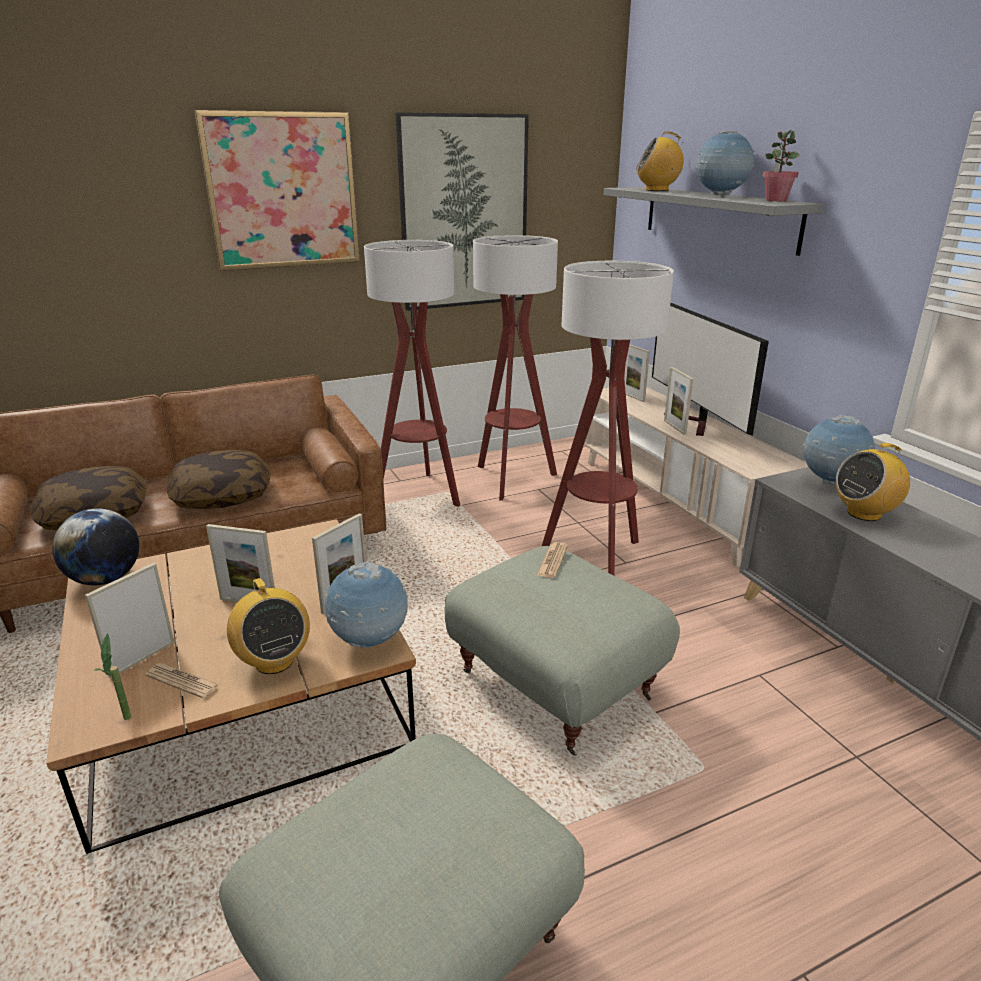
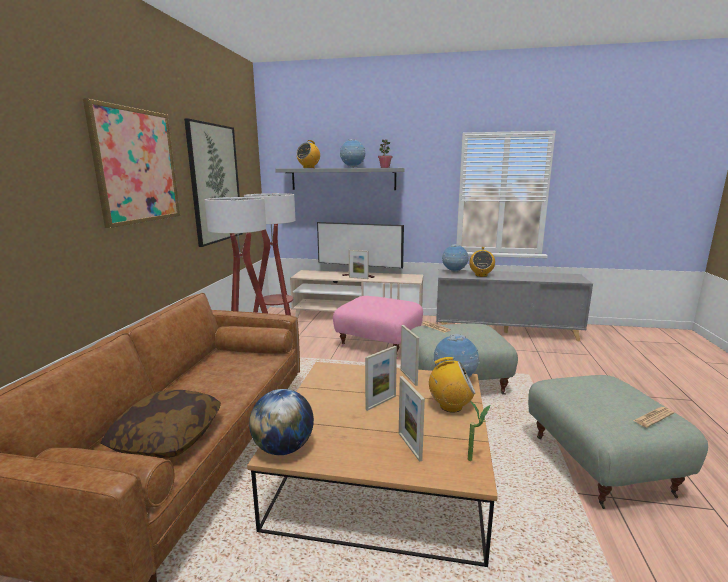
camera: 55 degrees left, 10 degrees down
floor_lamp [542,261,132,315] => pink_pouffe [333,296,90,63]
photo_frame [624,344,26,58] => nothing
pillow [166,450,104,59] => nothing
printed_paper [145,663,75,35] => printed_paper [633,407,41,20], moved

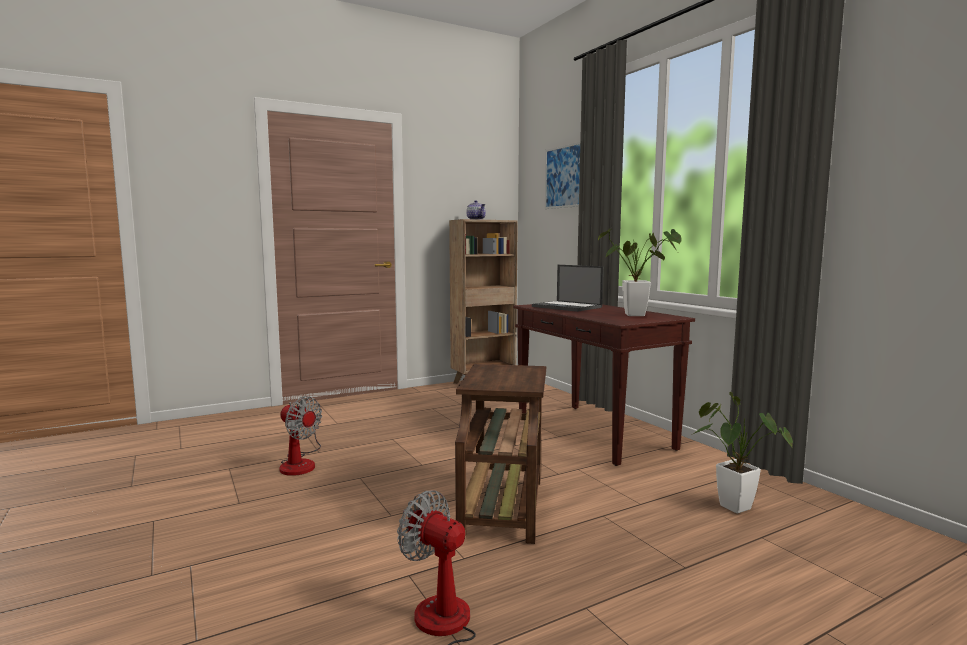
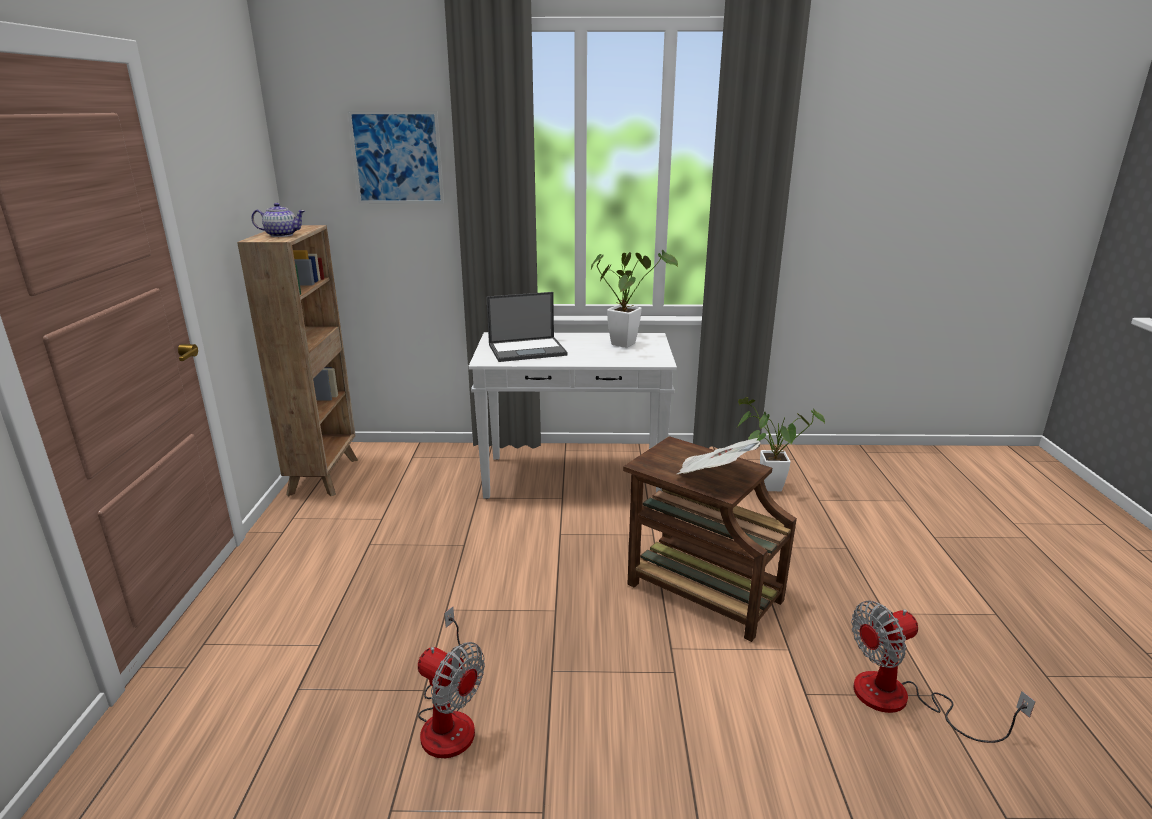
camera: 60 degrees left, 15 degrees up
brown_console_table [513,304,182,162] => whitish_console_table [468,332,209,167]
fan [279,396,43,80] => fan [418,606,67,152], 60 degrees clockwise
nothing => printed_paper [676,438,84,37]

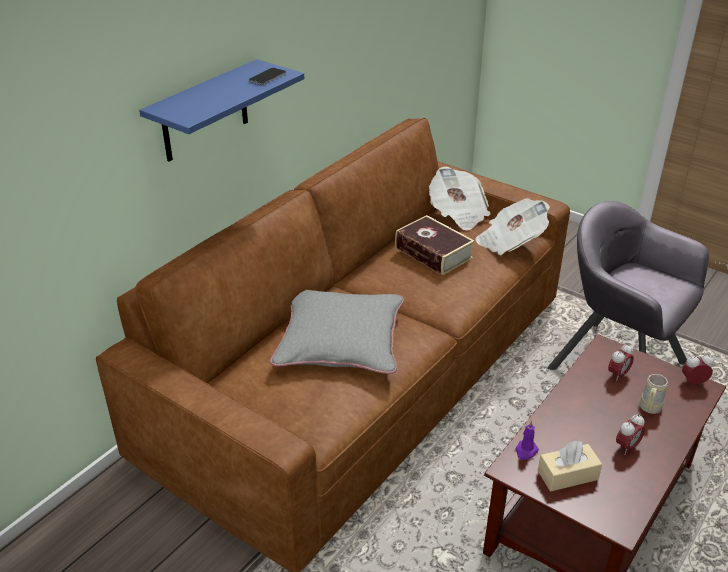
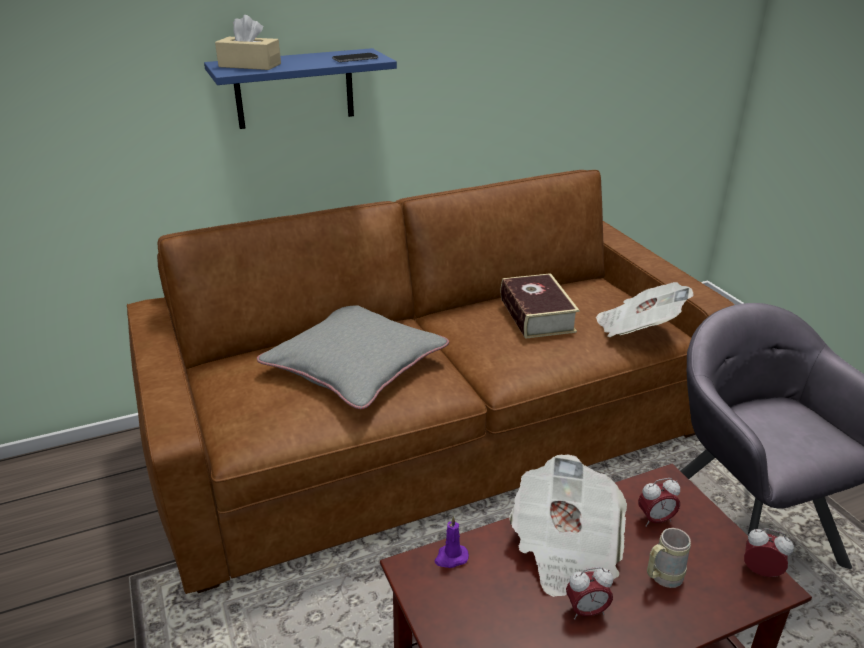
camera: 30 degrees right, 5 degrees down
printed_paper [429,167,61,64] => printed_paper [509,454,118,143], moved
sand-coloured_box_of_tissues [538,441,64,50] => sand-coloured_box_of_tissues [215,15,66,55], moved

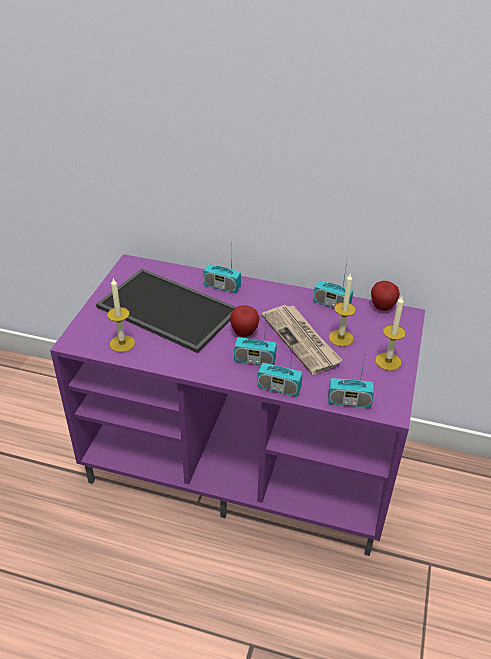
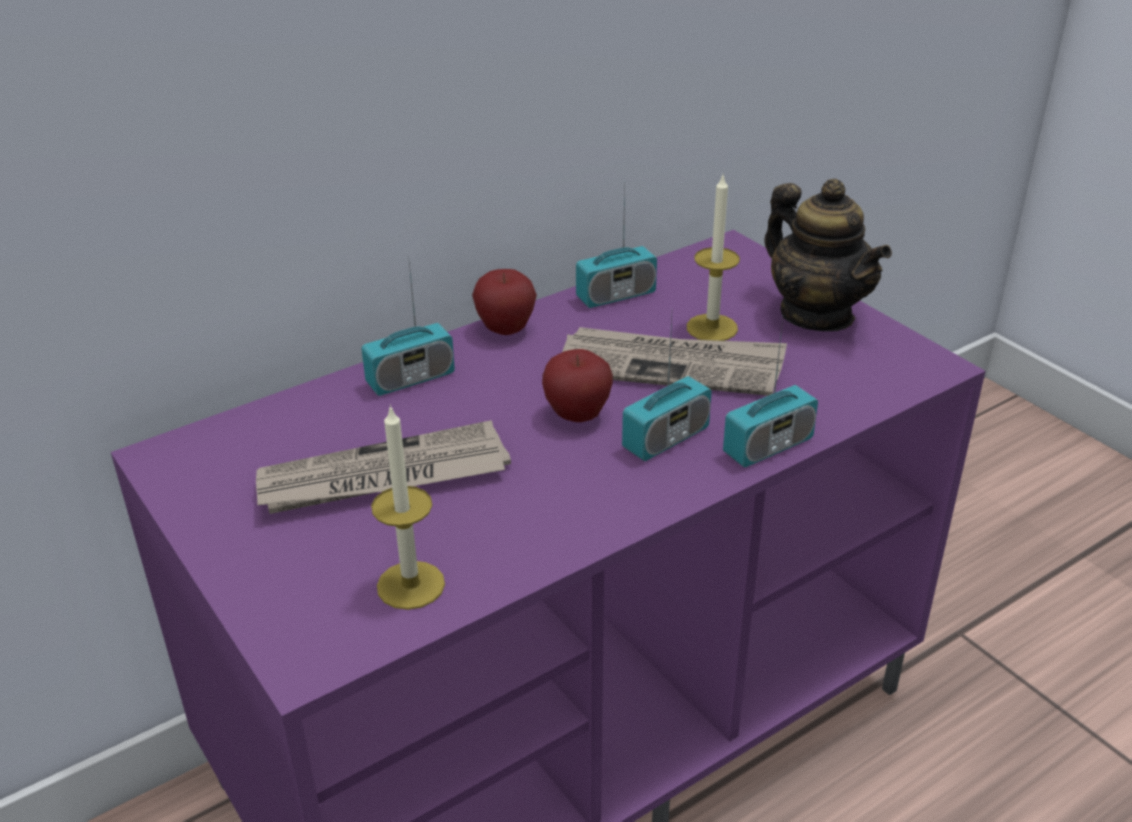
camera: 50 degrees left, 5 degrees down
carrying_tray [96,269,140,84] => printed_paper [256,420,255,94]
whole_apple [371,281,29,30] => whole_apple [472,269,65,66], moved
candle [375,296,31,75] => pot_for_tea [765,179,127,152]
radio [328,352,46,56] => nothing

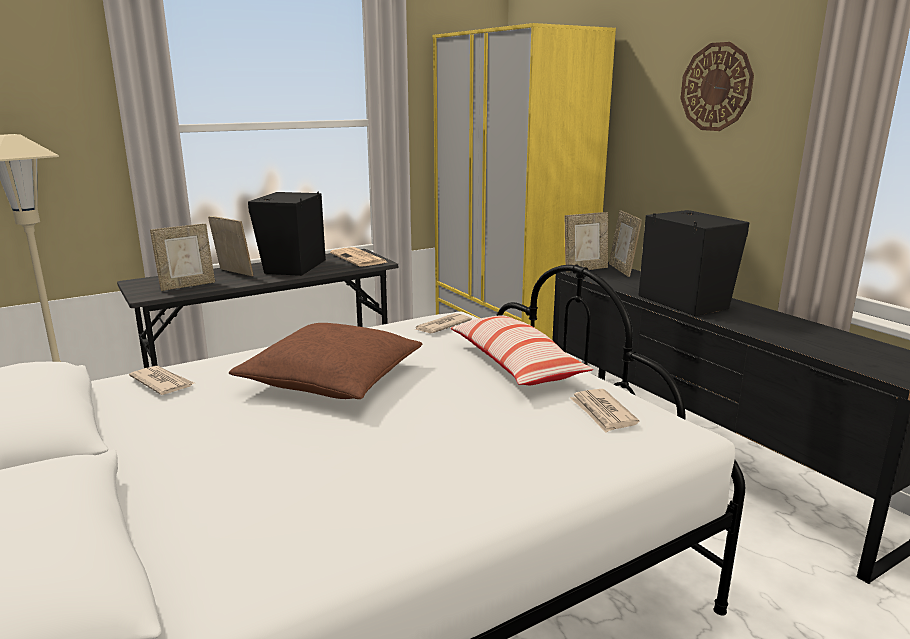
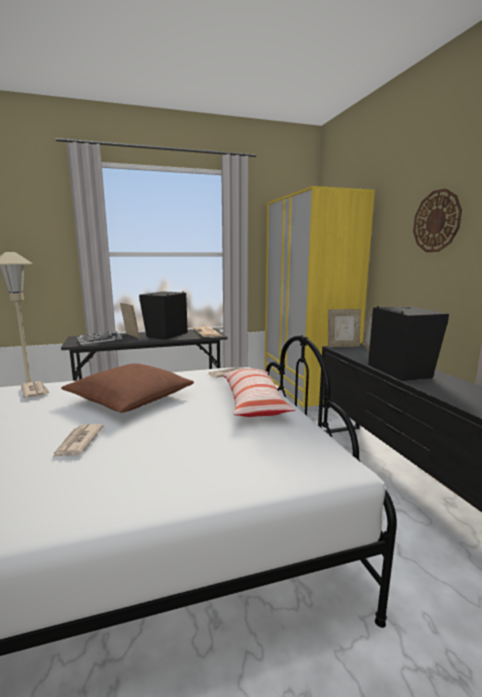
camera: 15 degrees right, 5 degrees down
photo_frame [150,224,65,67] => keyboard [76,331,46,14]
printed_paper [570,389,69,44] => printed_paper [52,424,52,34], moved

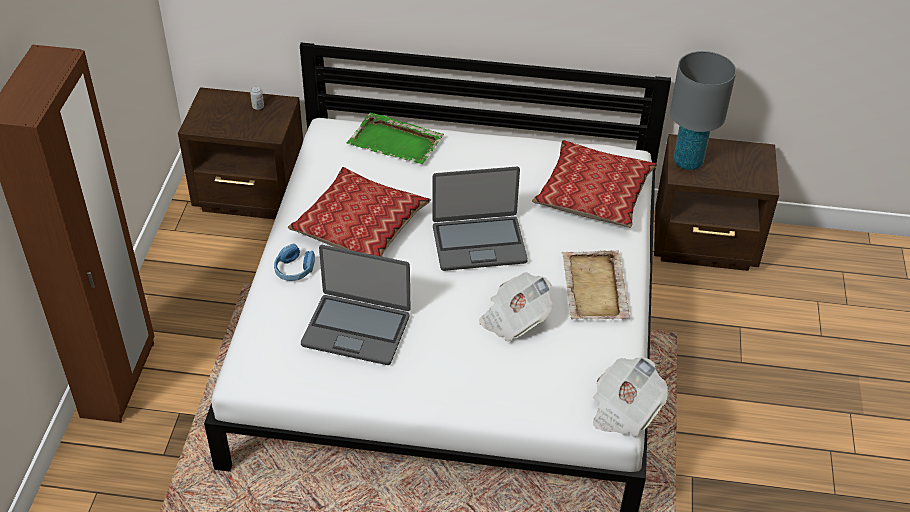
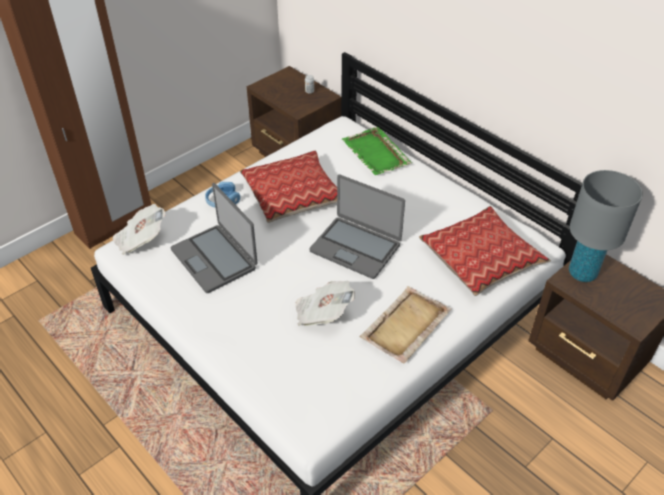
camera: 40 degrees right, 0 degrees up
printed_paper [593,357,75,80] => printed_paper [113,204,52,51], moved

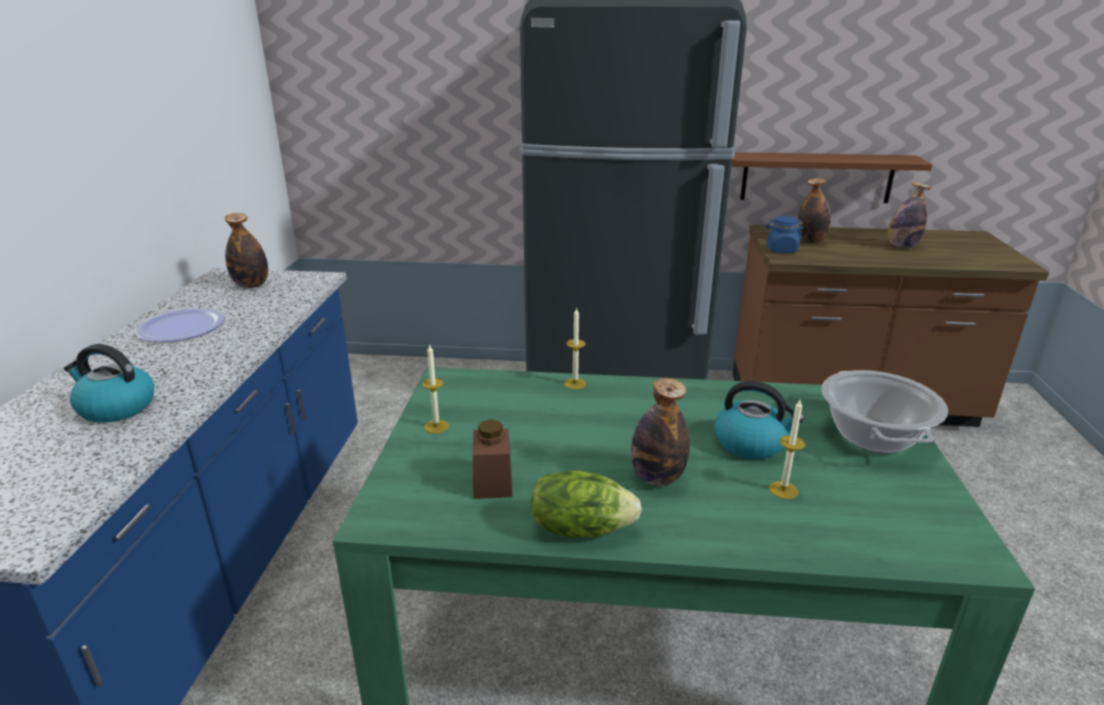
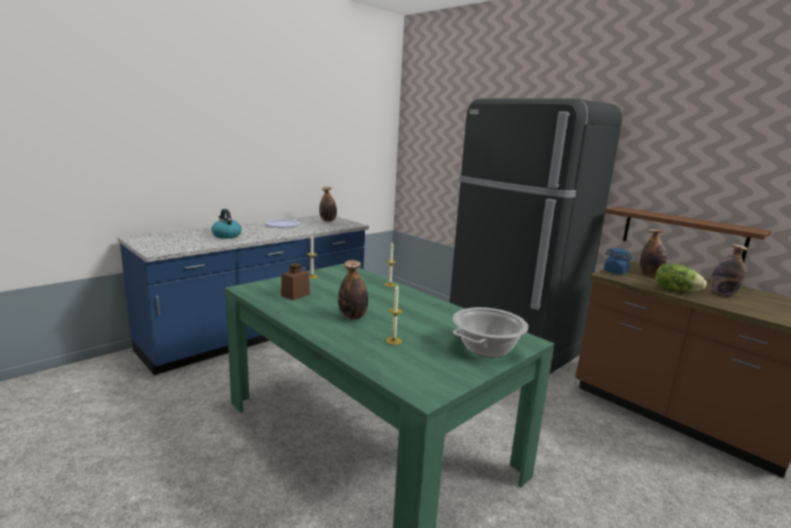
camera: 40 degrees right, 10 degrees down
water_kettle [714,381,90,78] => nothing
head_of_lettuce [531,470,111,67] => head_of_lettuce [655,264,52,28], moved

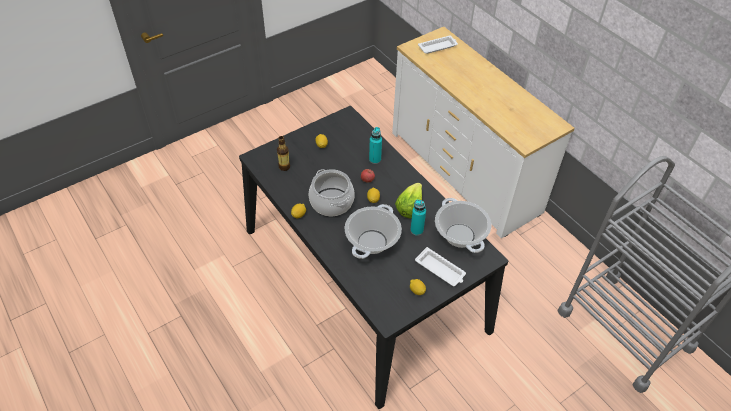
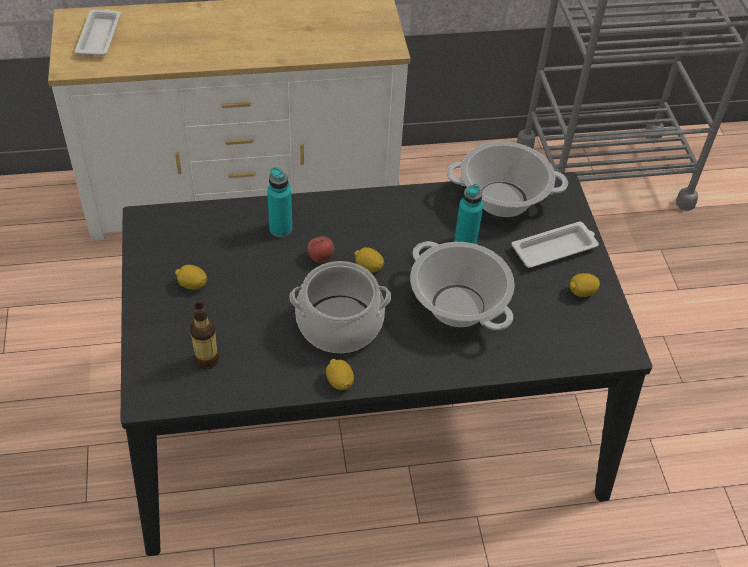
camera: 65 degrees left, 0 degrees up
head_of_lettuce [395,183,27,35] => nothing

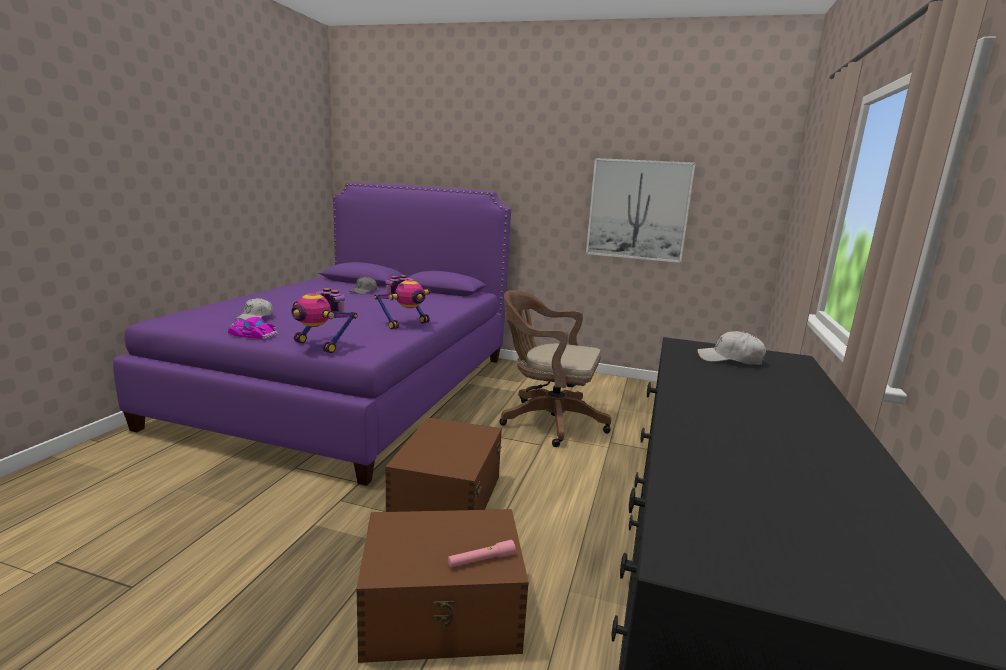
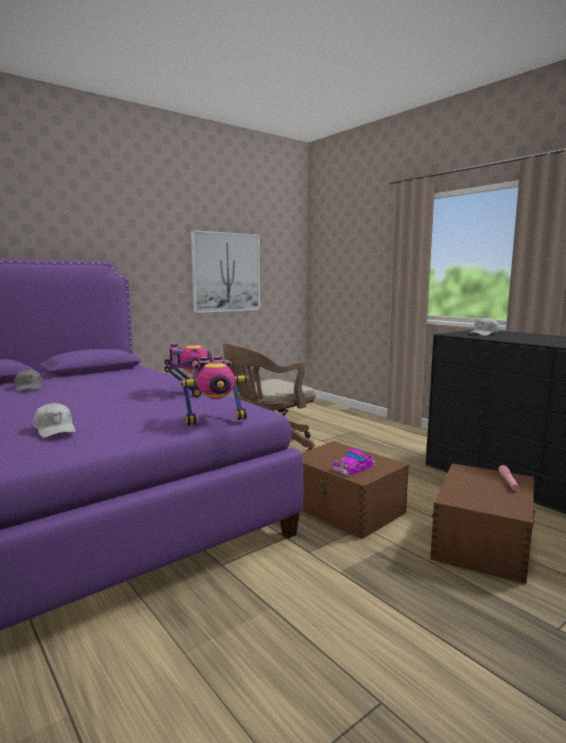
camera: 55 degrees left, 5 degrees down
model_car [228,317,50,22] => model_car [332,449,43,27], moved

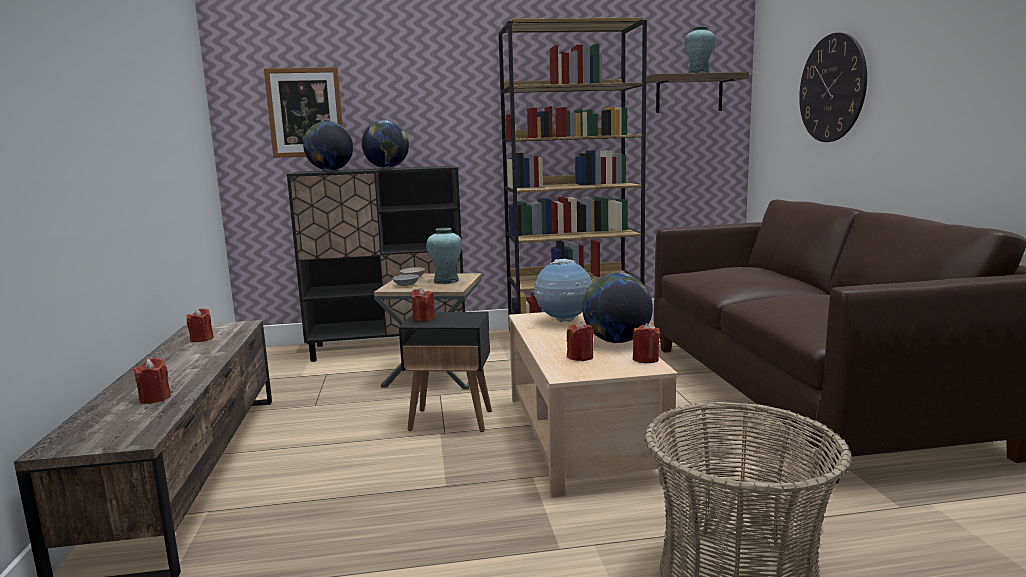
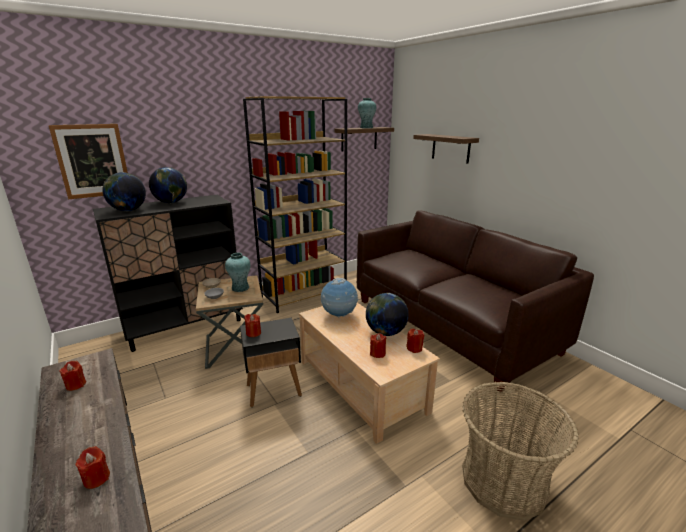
camera: 25 degrees left, 10 degrees up
wall_clock [799,33,68,109] => bracket_shelf [413,134,66,30]

